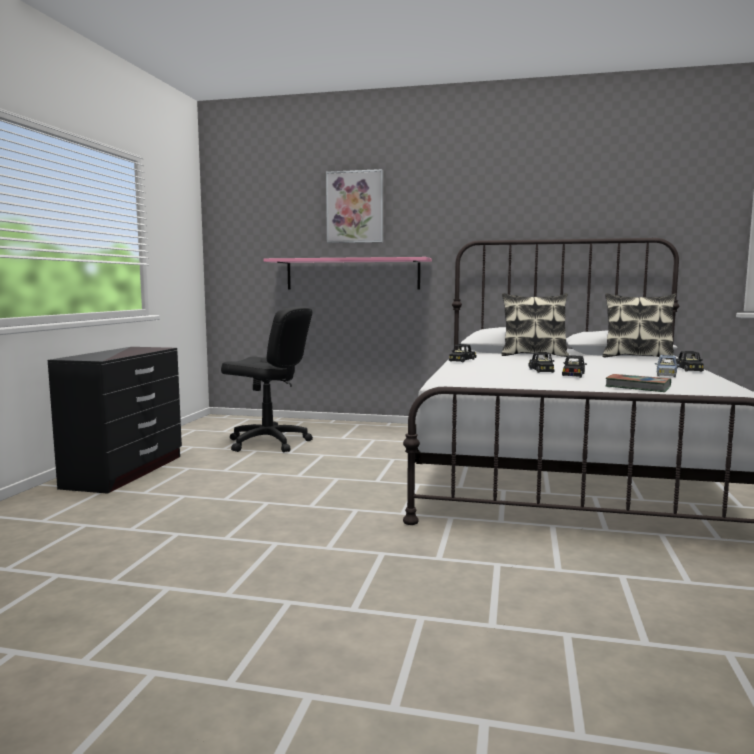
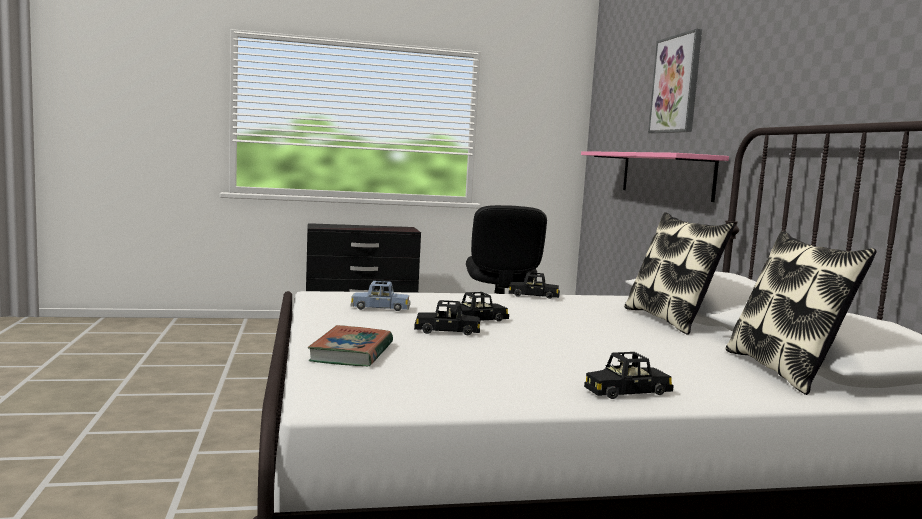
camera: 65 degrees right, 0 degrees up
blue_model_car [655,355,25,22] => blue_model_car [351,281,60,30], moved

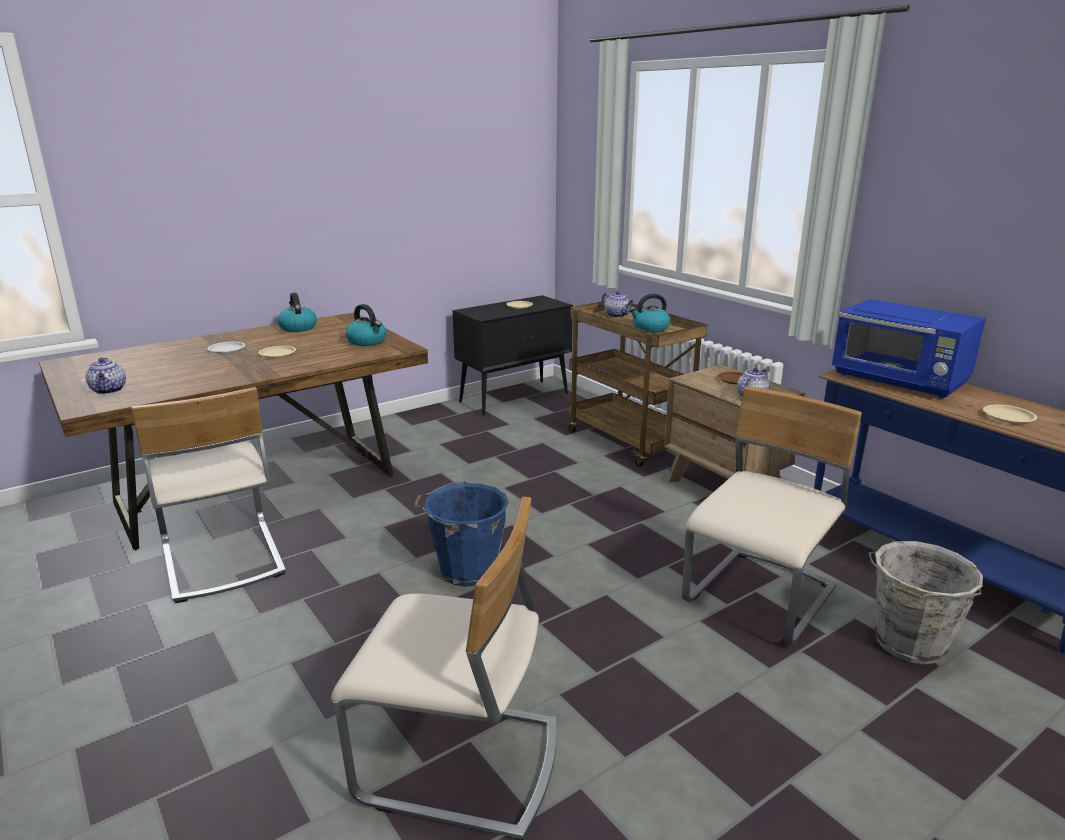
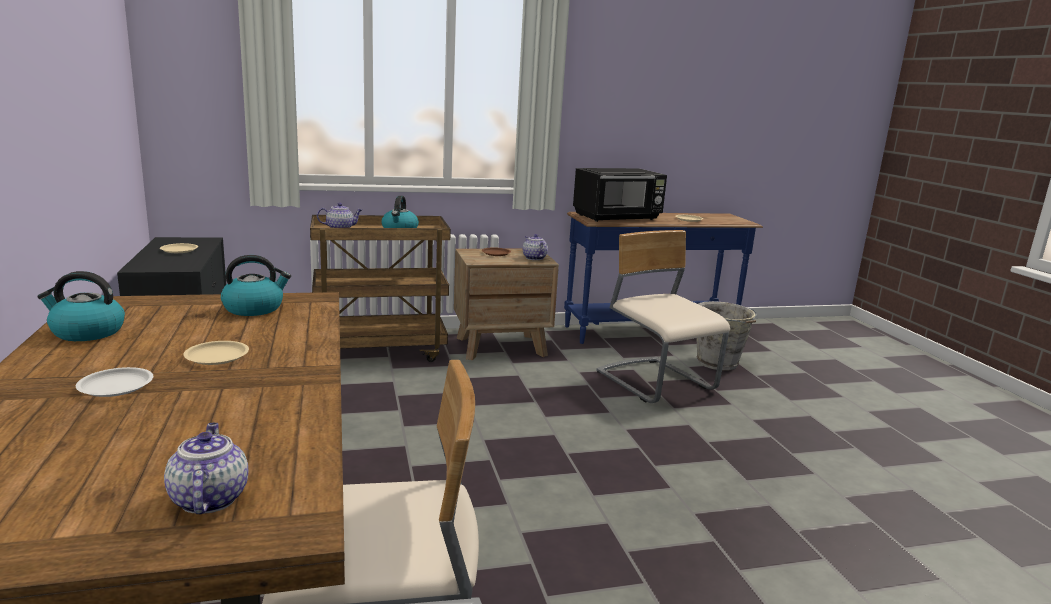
camera: 70 degrees left, 5 degrees down
blue_microwave_oven [831,299,155,99] => black_microwave_oven [573,168,94,54]
pot_for_tea [86,358,40,36] => pot_for_tea [164,423,84,91], 105 degrees counterclockwise
blue_pail [414,481,95,106] => nothing
sand-coloured_upright_chair [331,497,226,343] => nothing

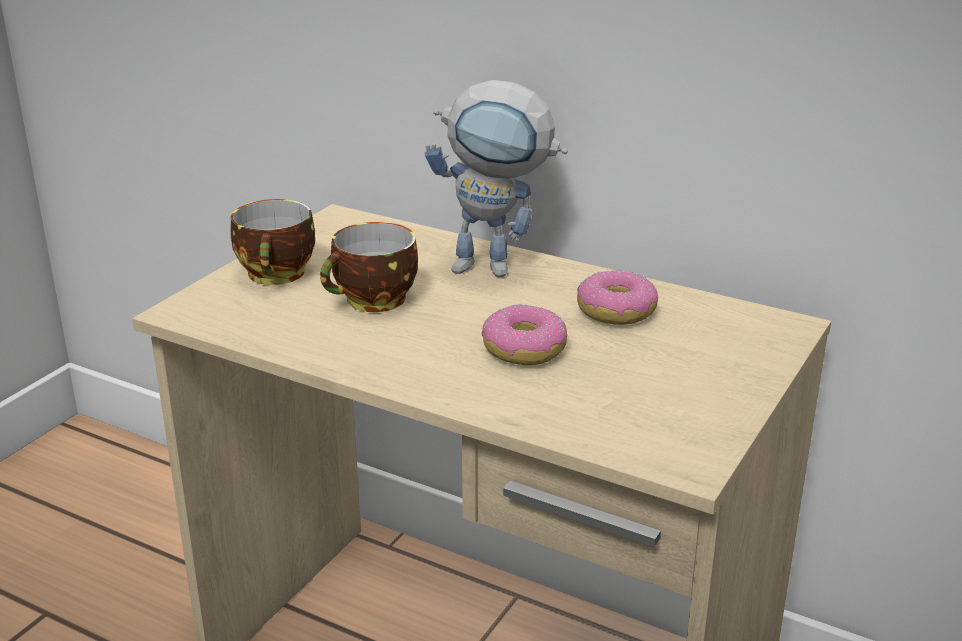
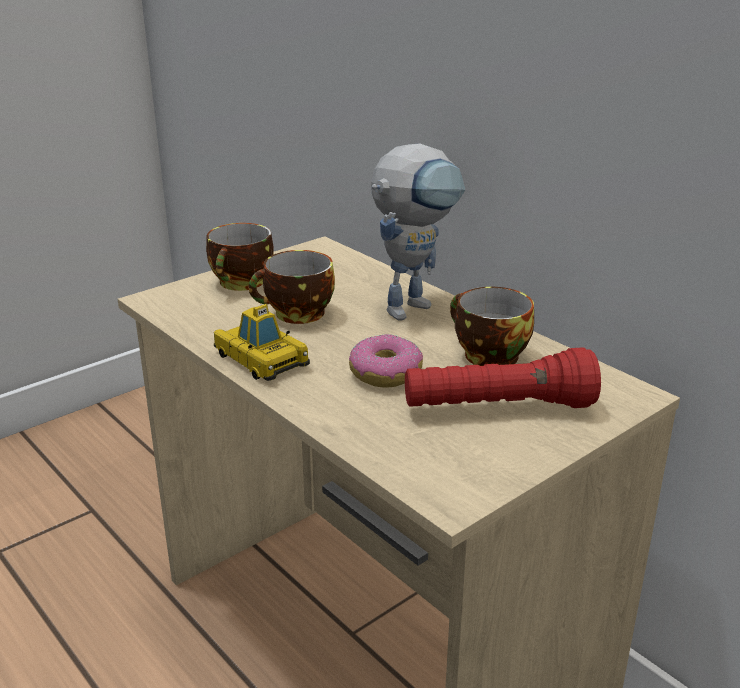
camera: 20 degrees right, 0 degrees up
robot_figure [425,80,143,197] => robot_figure [371,144,94,177], 75 degrees counterclockwise
donut [577,270,81,55] => cup [450,287,84,79]
nothing => model_car [214,304,96,77]
nothing => red-coloured_torch [405,348,196,60]

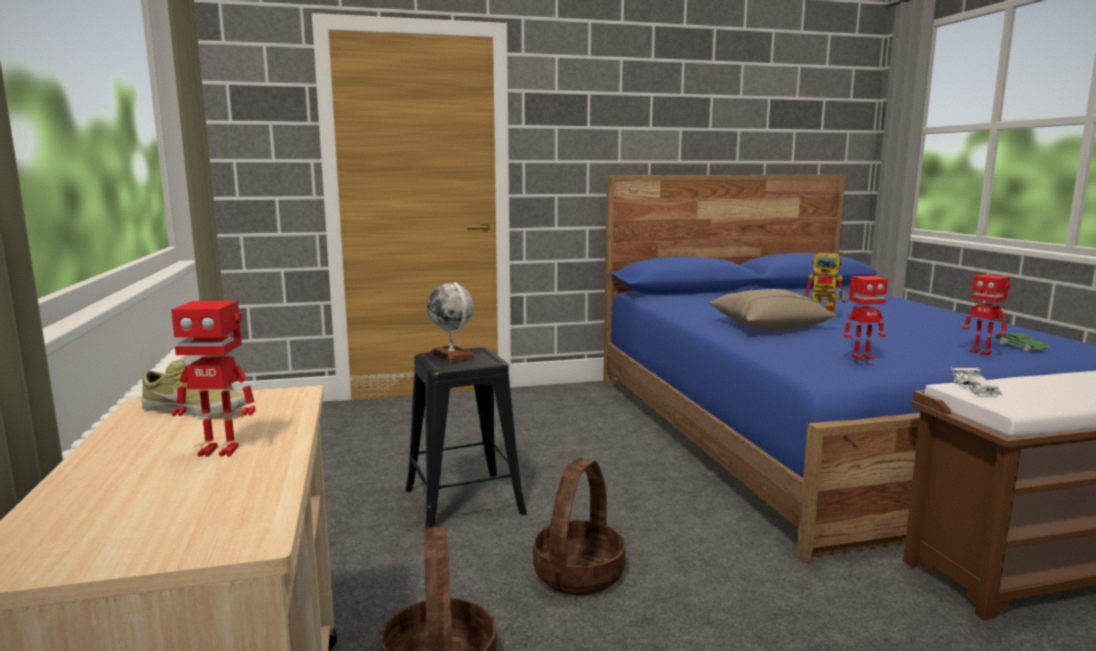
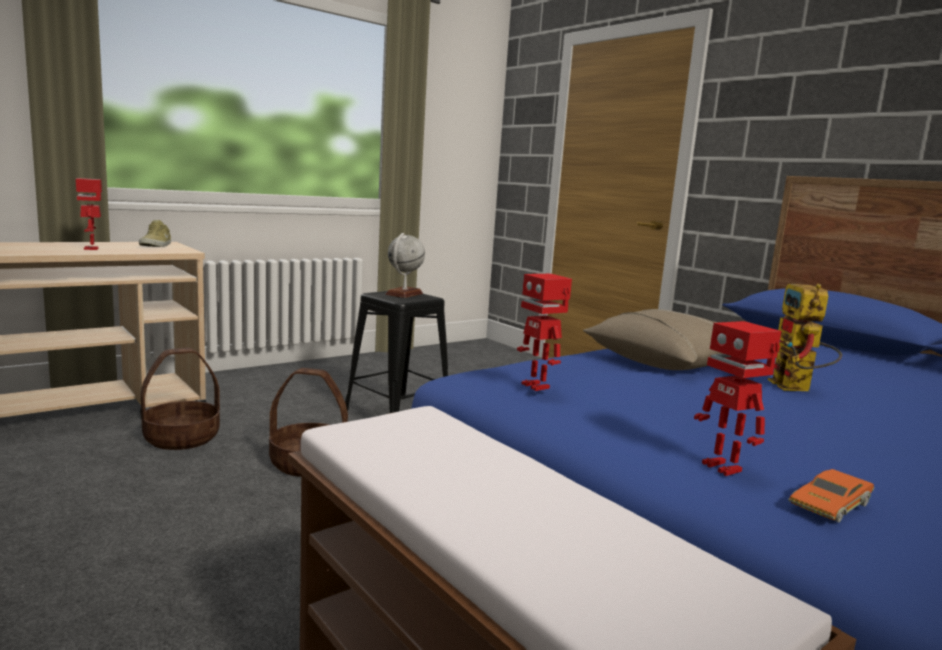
camera: 65 degrees right, 0 degrees up
robot_figure [961,274,49,81] => robot_figure [694,321,87,155], 60 degrees counterclockwise
greenish_model_car [995,333,55,18] => orange-coloured_model_car [788,469,86,53]
whitish_model_car [951,367,51,29] => nothing

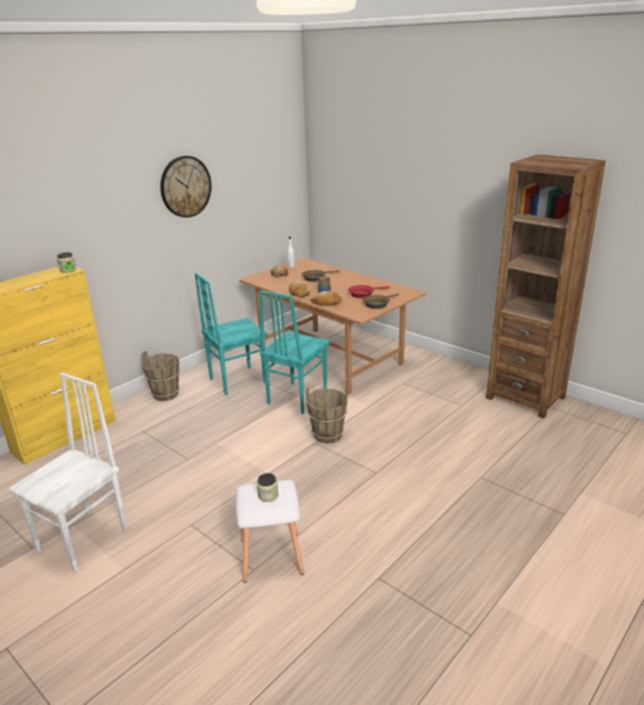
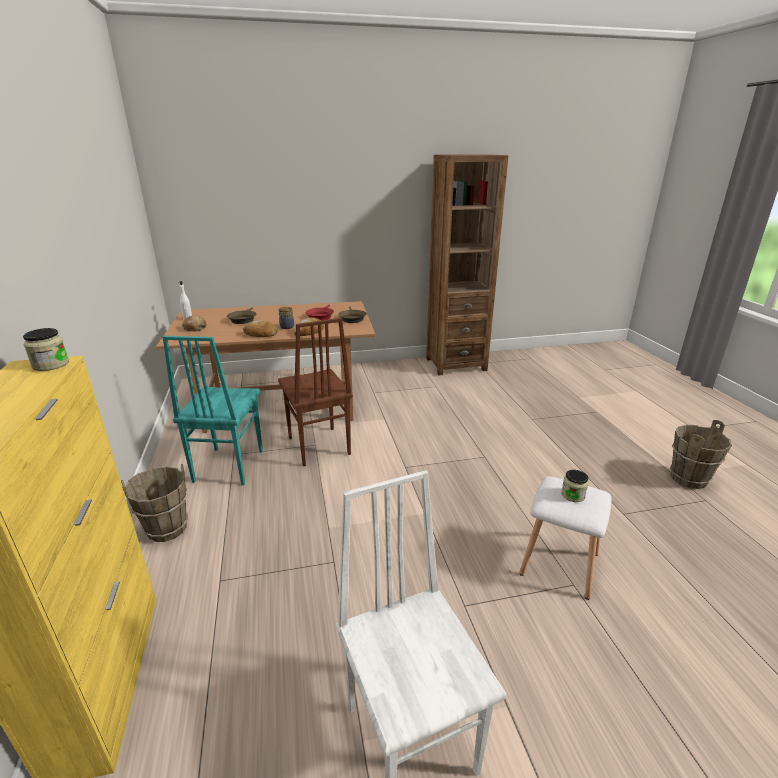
camera: 55 degrees left, 0 degrees up
wall_clock [160,156,52,62] => nothing
turquoise_upright_chair [259,290,71,124] => brown_upright_chair [278,318,75,148]
brown_pail [305,388,43,56] => brown_pail [670,420,62,69], moved

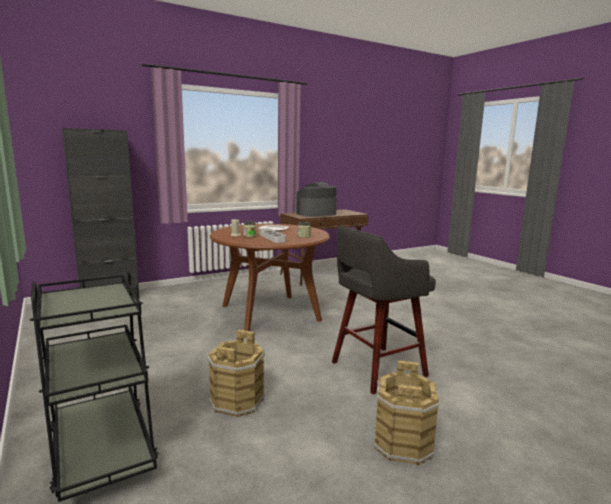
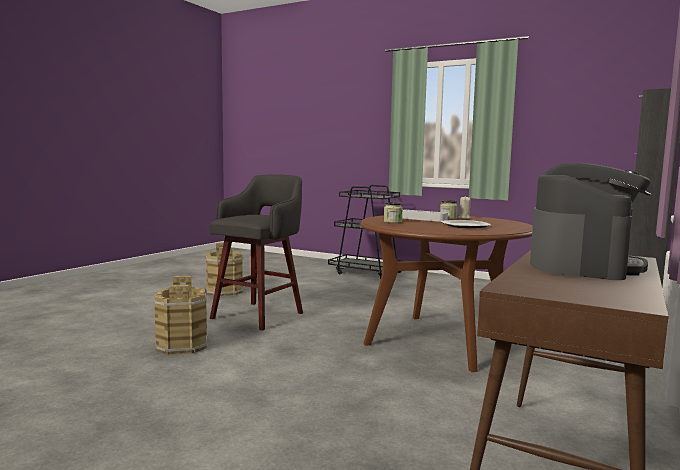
camera: 150 degrees right, 5 degrees down
brown_pail [207,330,58,87] => brown_pail [154,276,54,79], moved

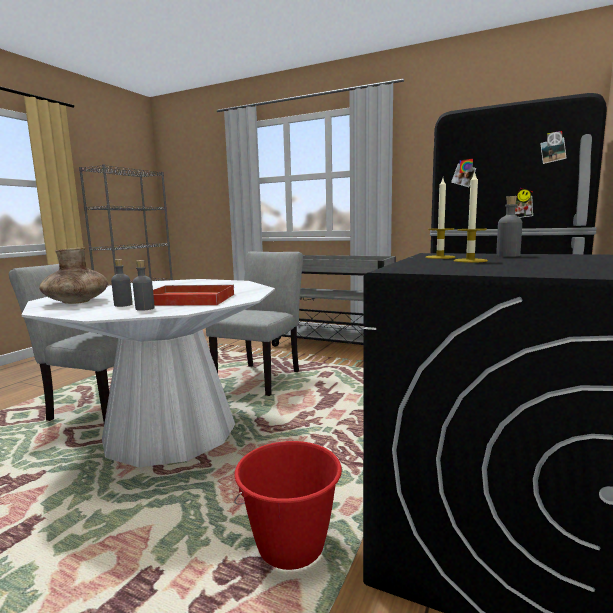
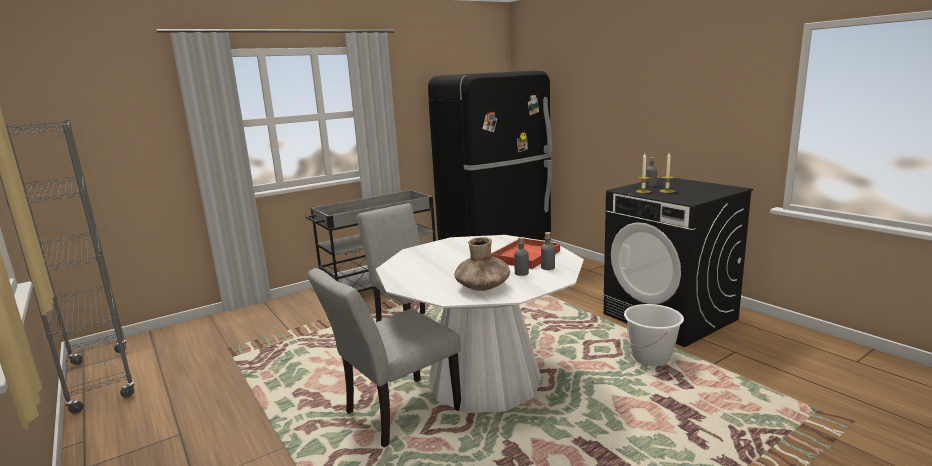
camera: 60 degrees left, 5 degrees up
red-coloured_pail [234,441,108,129] => whitish_pail [624,304,60,62]

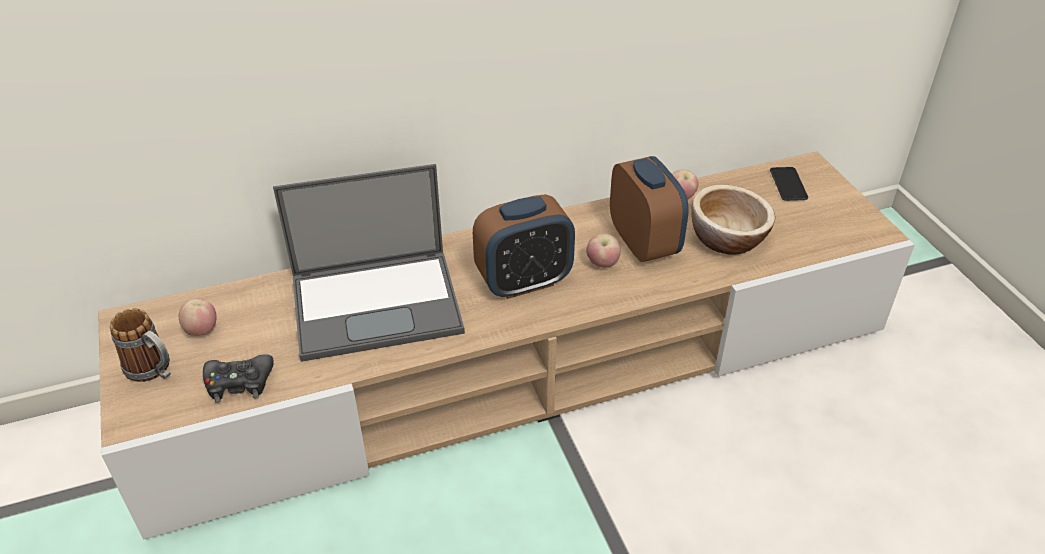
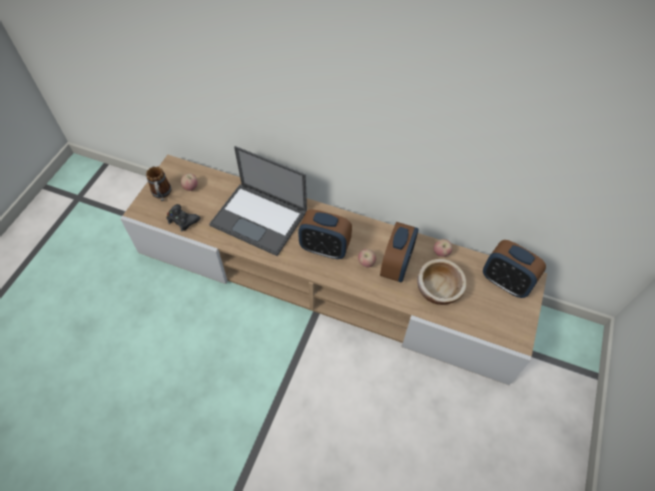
camera: 40 degrees right, 15 degrees up
handset [770,167,38,34] => alarm_clock [483,240,63,58]

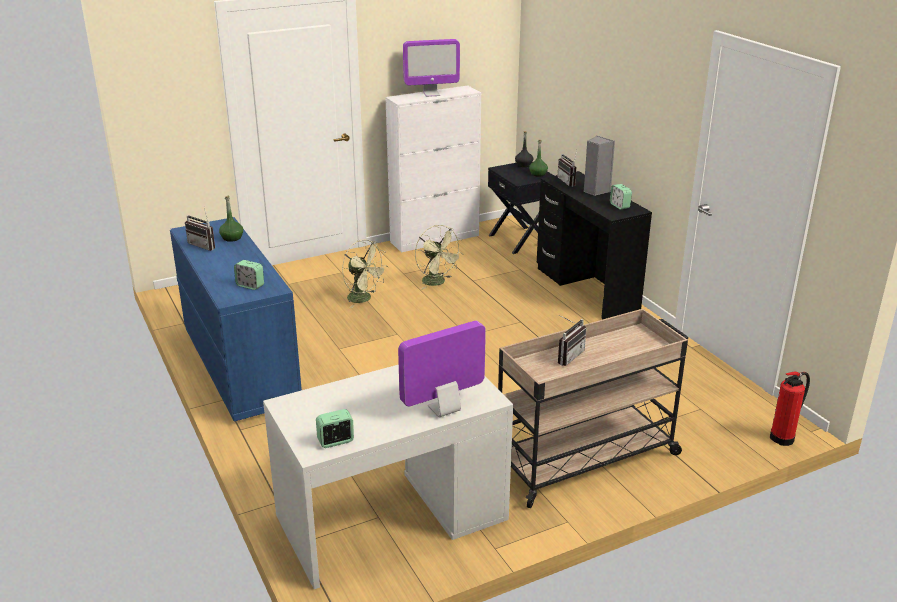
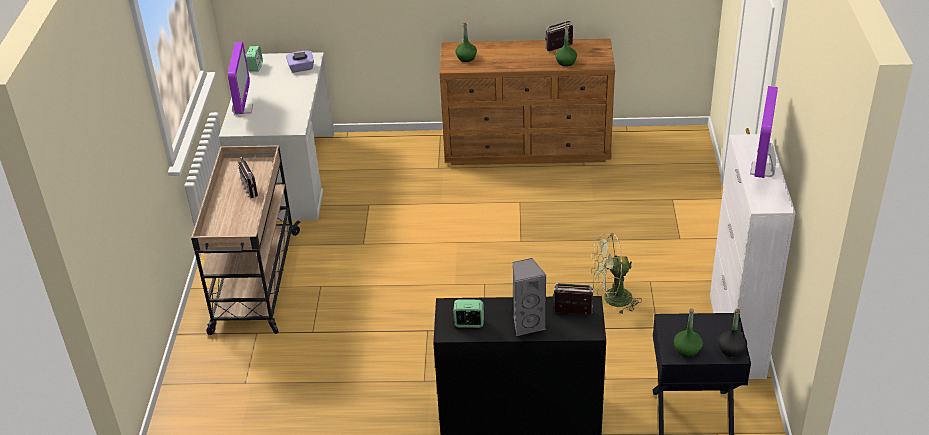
camera: 120 degrees right, 10 degrees up
blue_dresser [170,217,132,205] => brown_dresser [440,38,175,127]
greenish_fan [342,239,46,69] => nothing
alarm_clock [234,260,30,30] => greenish_beverage_bottle [456,21,21,41]
fire_extinguisher [770,371,40,75] => nothing
nothing => purple_box_of_tissues [286,51,28,22]

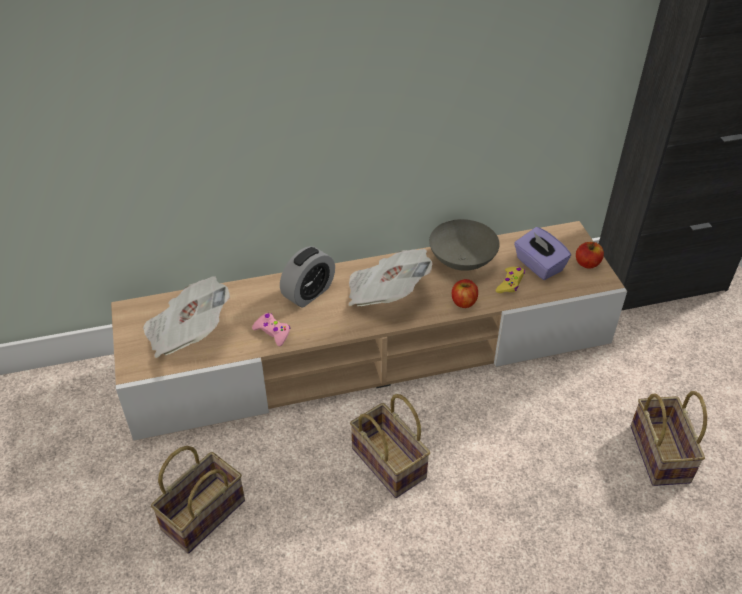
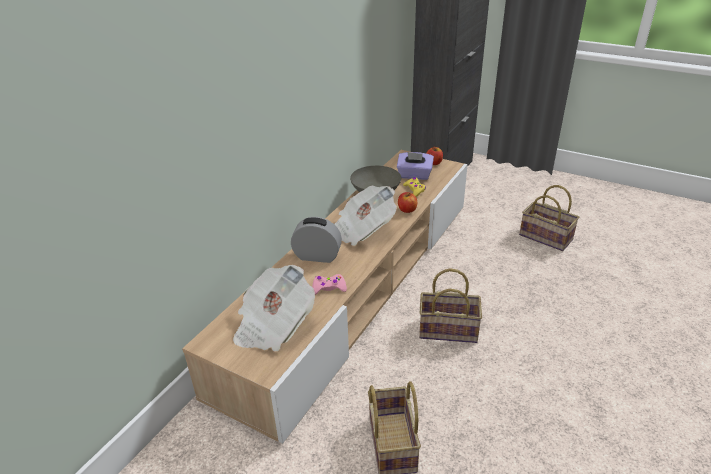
camera: 45 degrees left, 10 degrees down
alarm_clock [280,246,55,61] => alarm_clock [291,217,51,46], 75 degrees counterclockwise

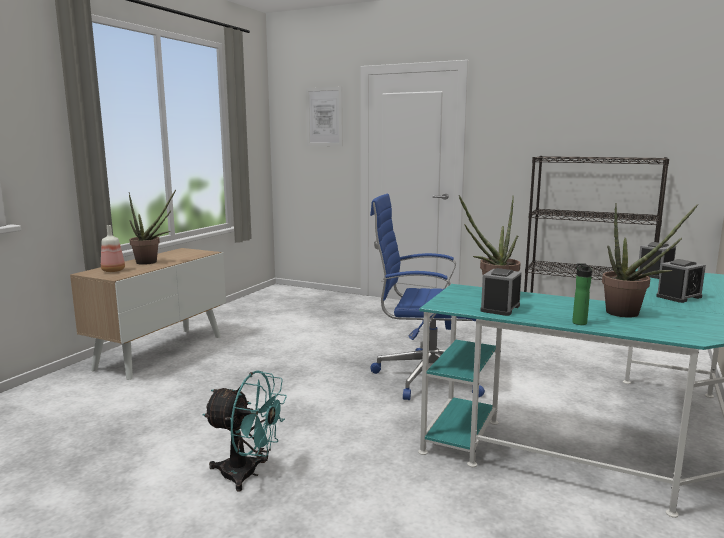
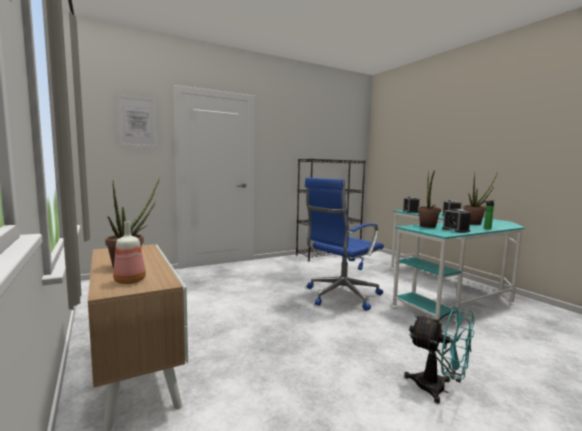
camera: 55 degrees left, 5 degrees down
turquoise_fan [202,370,85,122] => turquoise_fan [404,306,71,98], 75 degrees clockwise

